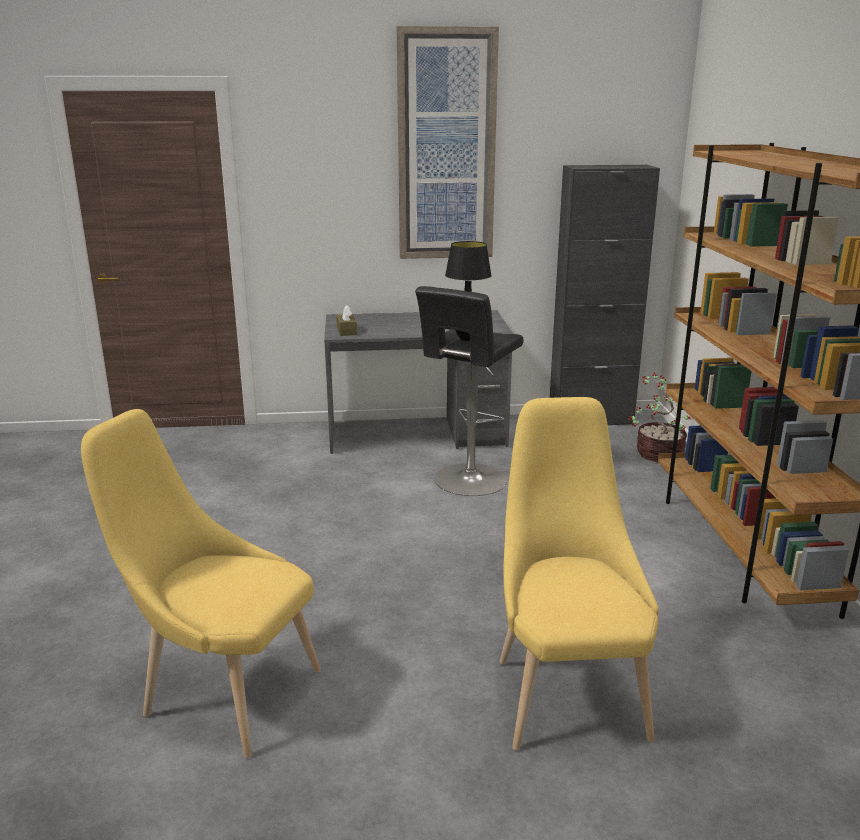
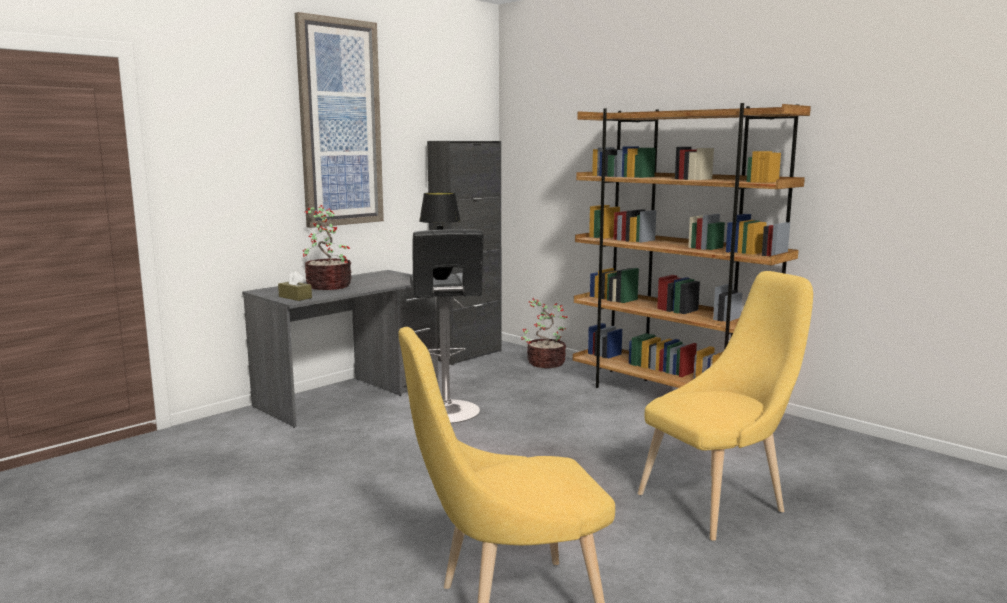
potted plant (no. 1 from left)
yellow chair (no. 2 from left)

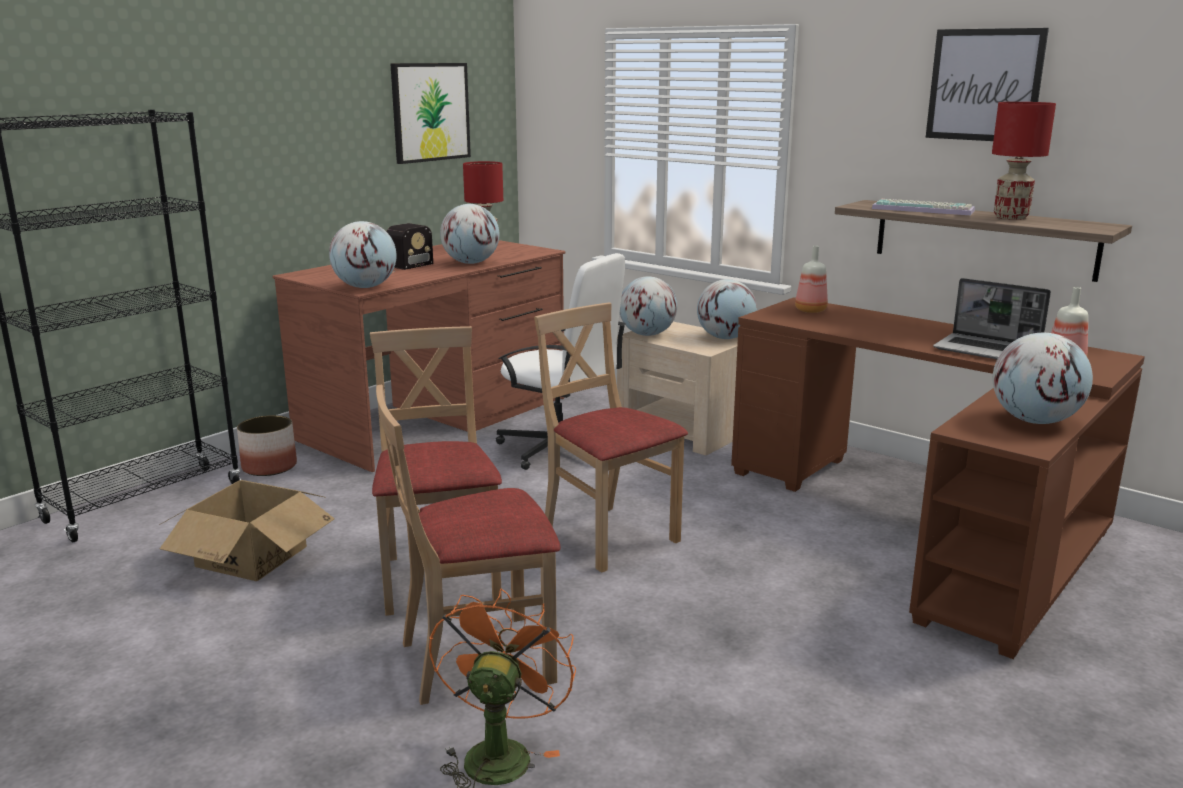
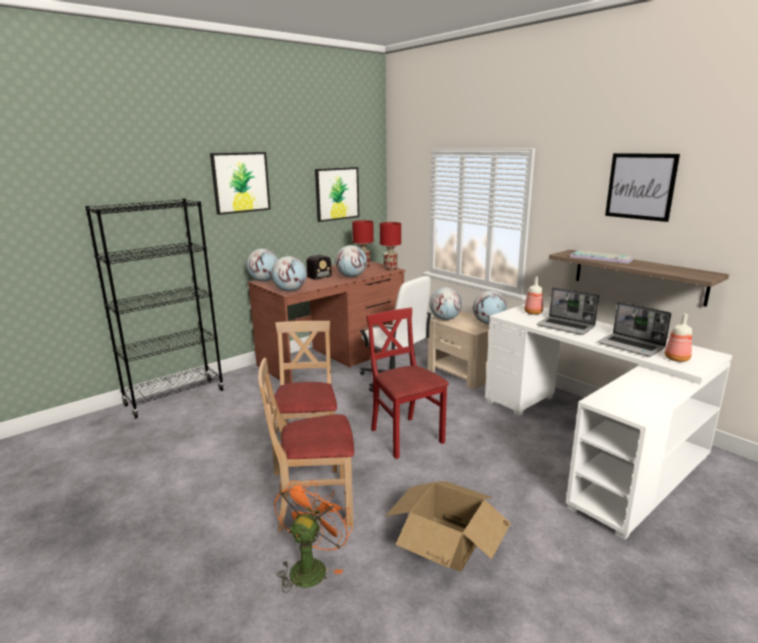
picture (no. 1 from left)
globe (no. 1 from left)
red chair
red table lamp (no. 2 from left)
cardboard box
white desk
laptop (no. 1 from left)
planter

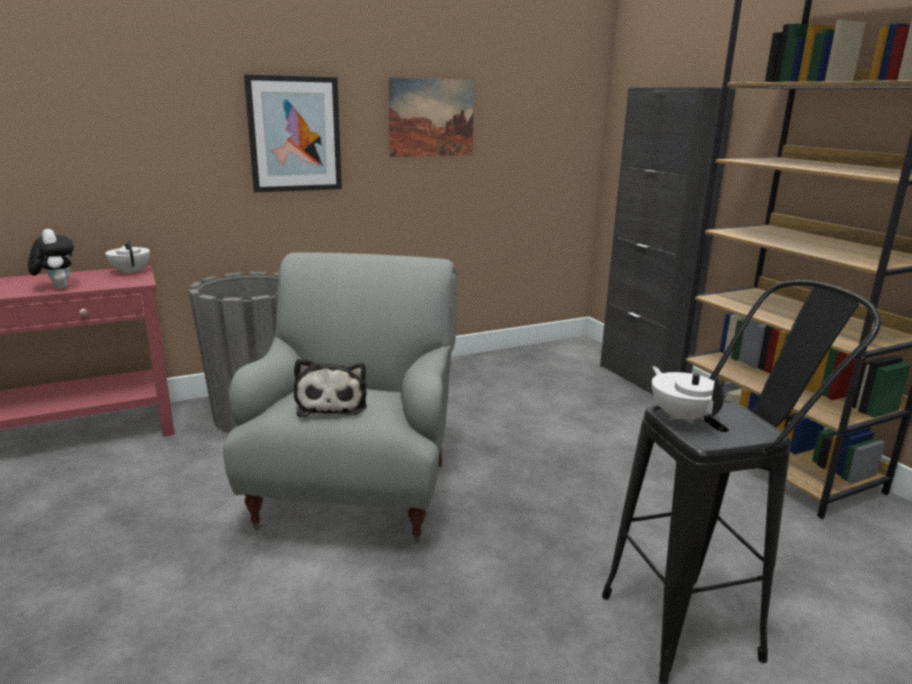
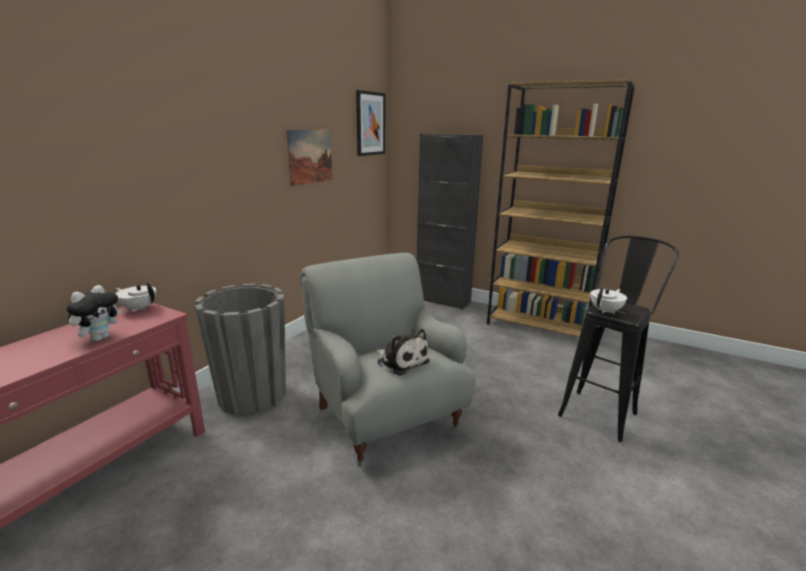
plush toy (no. 1 from left)
picture (no. 2 from left)
white teapot (no. 2 from left)

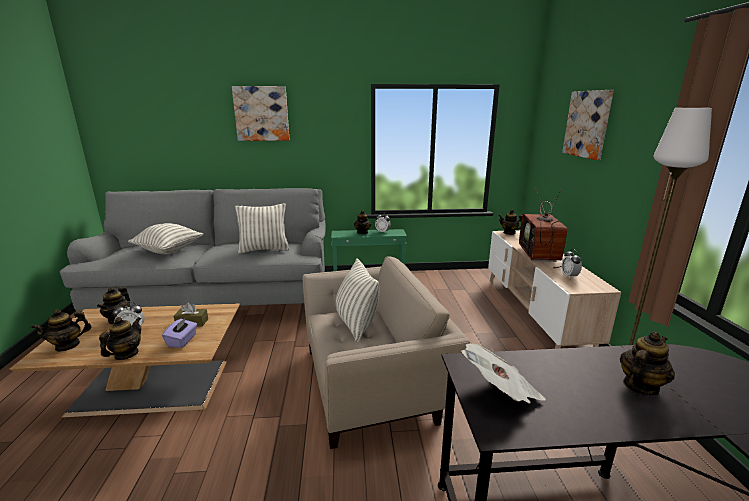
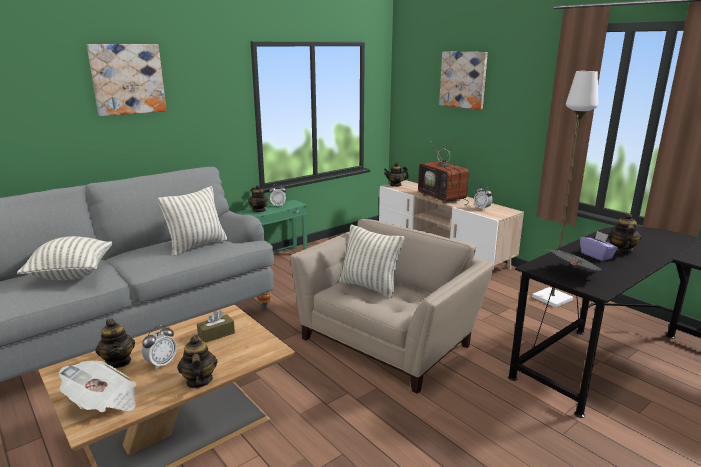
newspaper (no. 1 from left)
purple tissue box

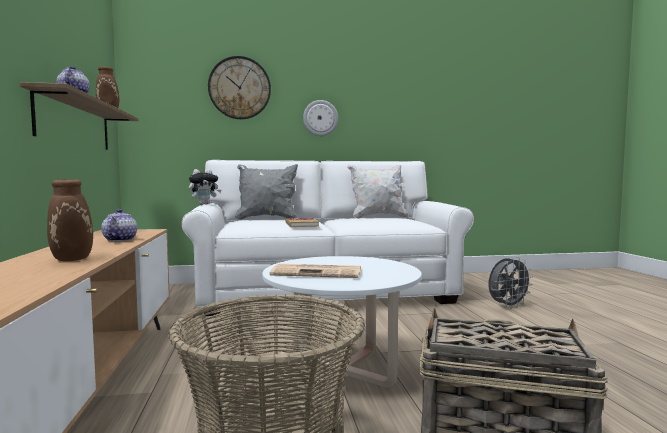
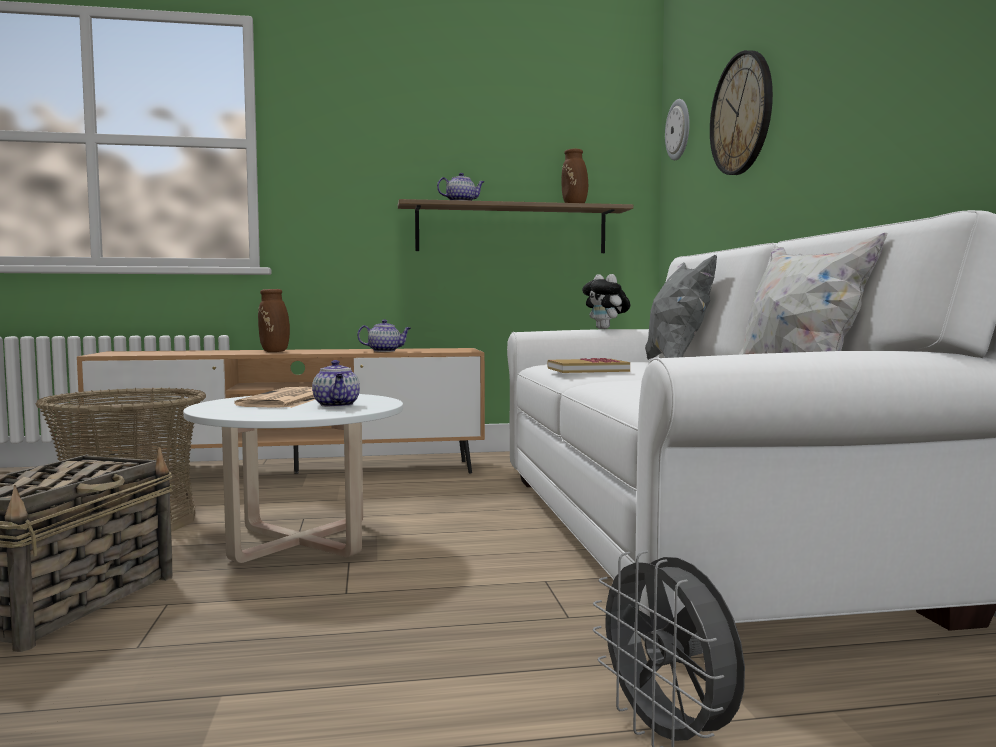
teapot (no. 1 from left)
wall clock (no. 1 from left)

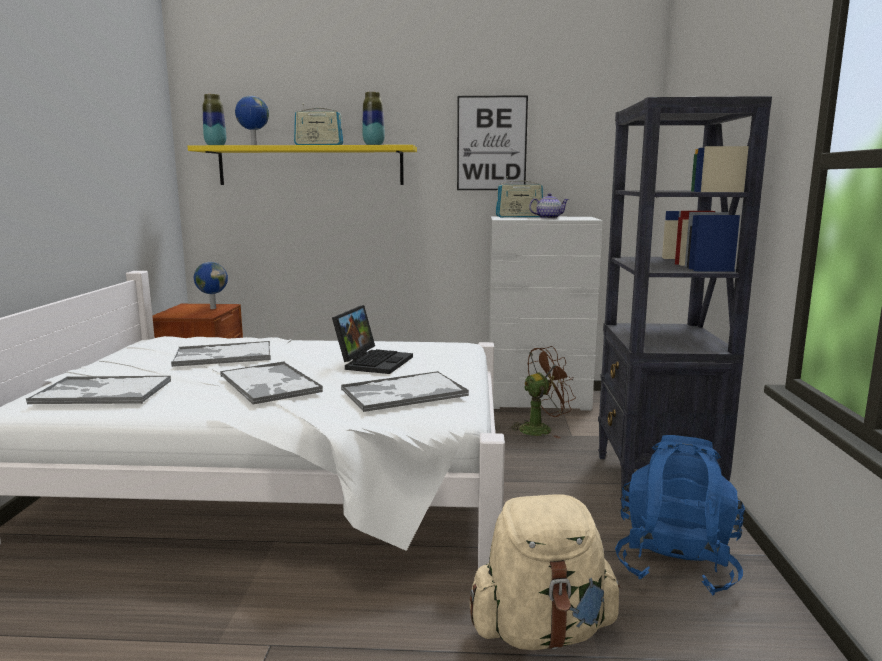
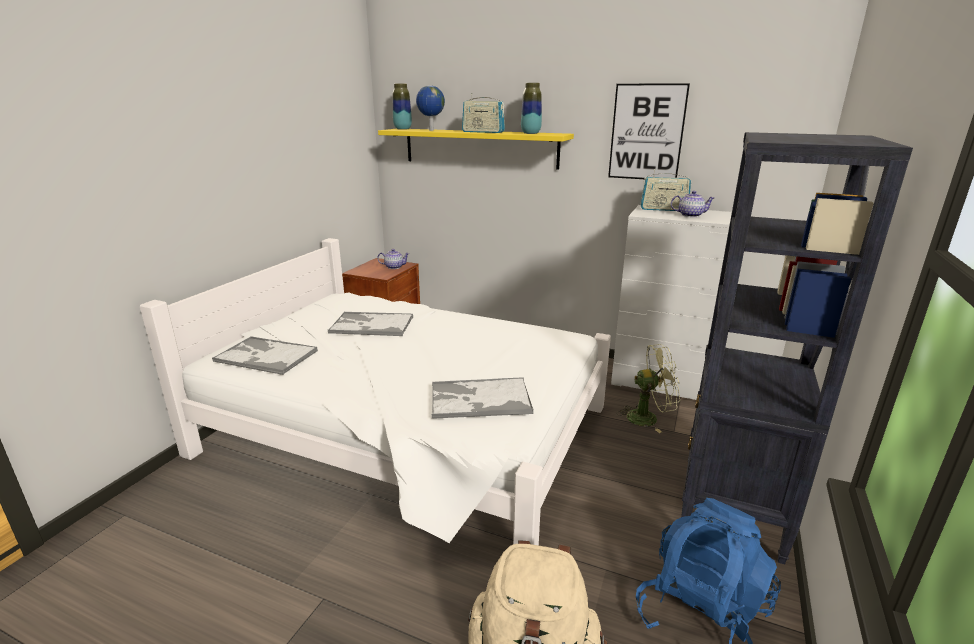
teapot (no. 1 from left)
green fan
tray (no. 3 from left in the first image)
laptop

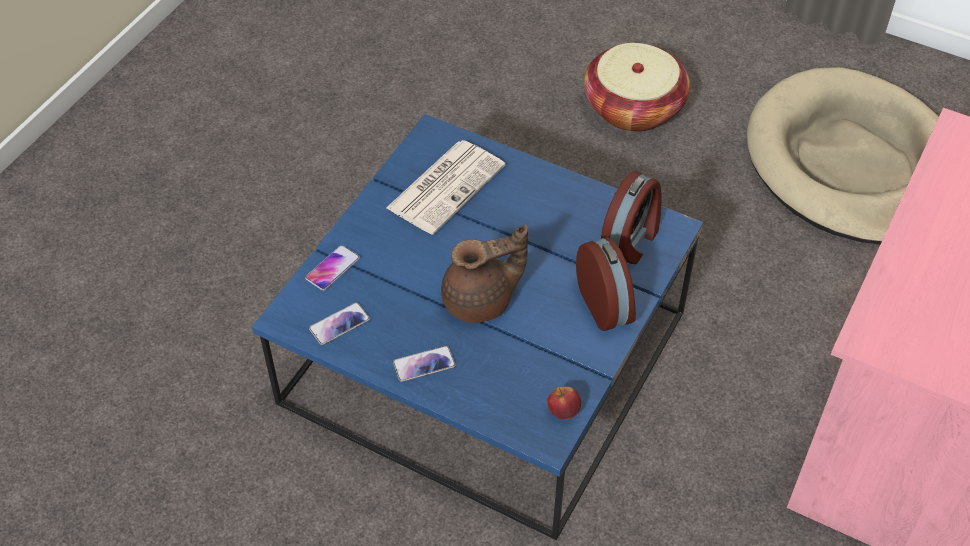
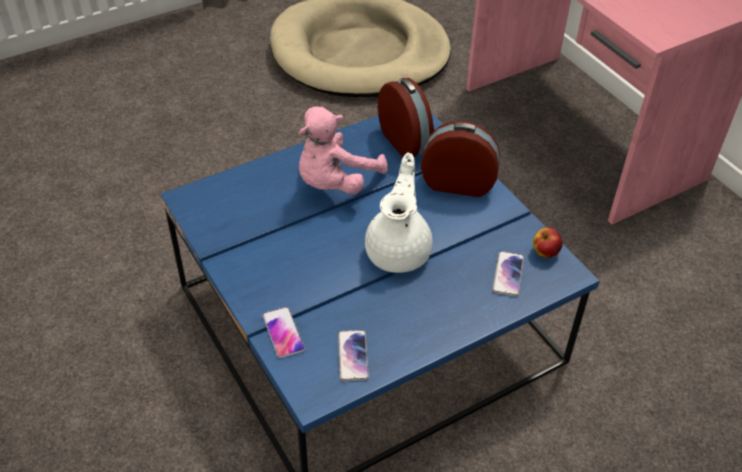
pink plush toy
white teapot
phone (no. 3 from left)
newspaper
basket

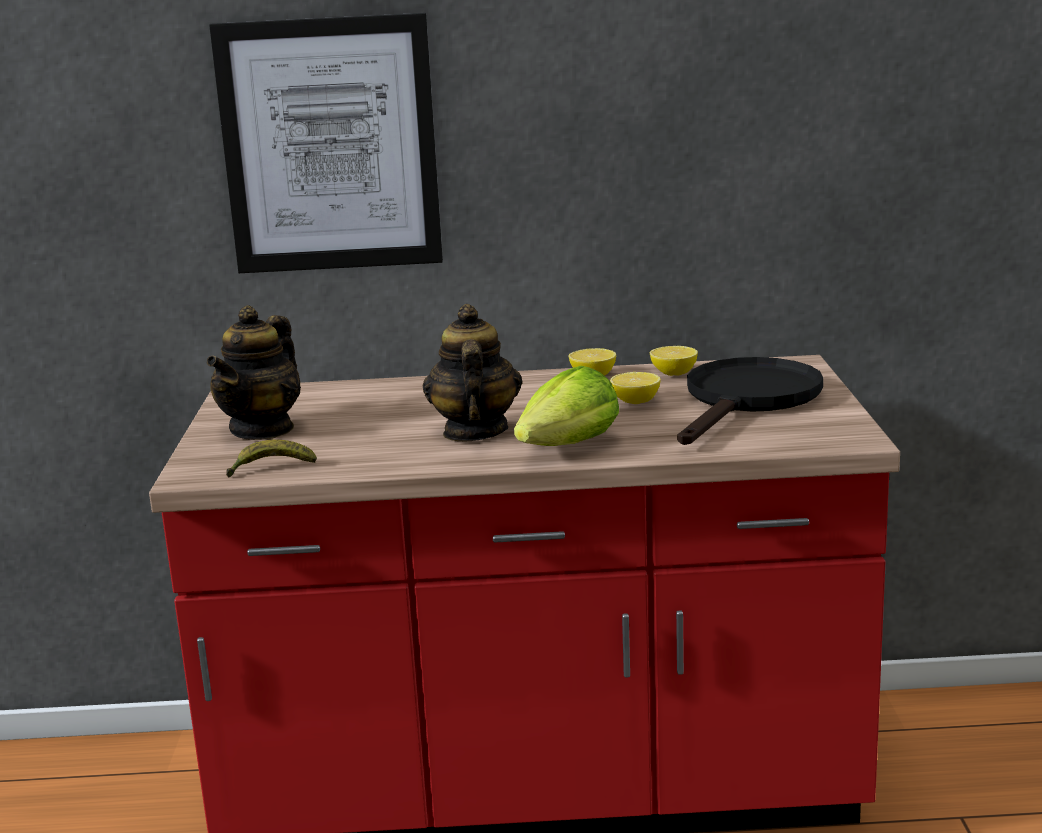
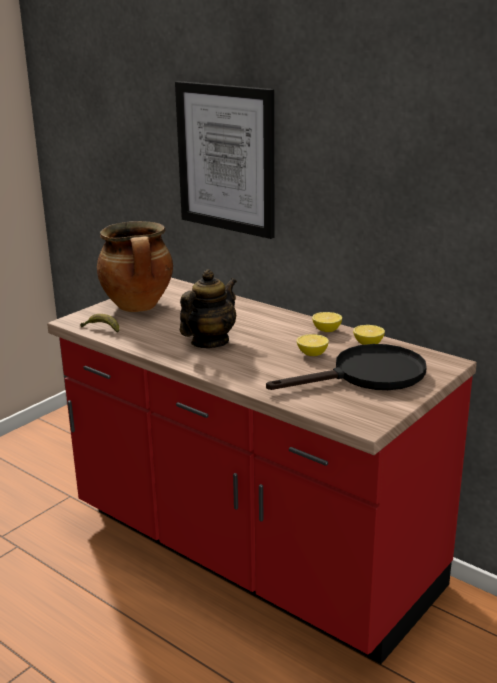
cooking pot
lettuce

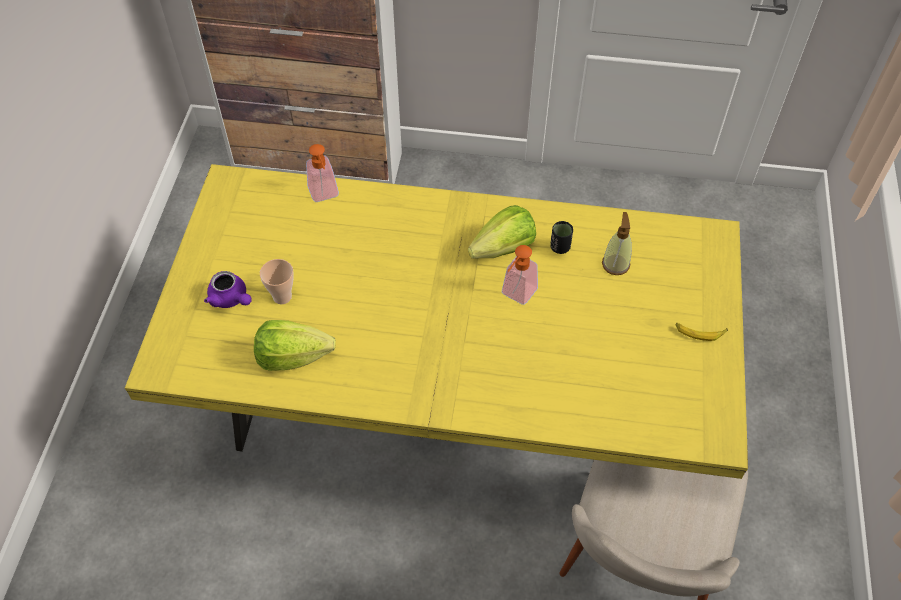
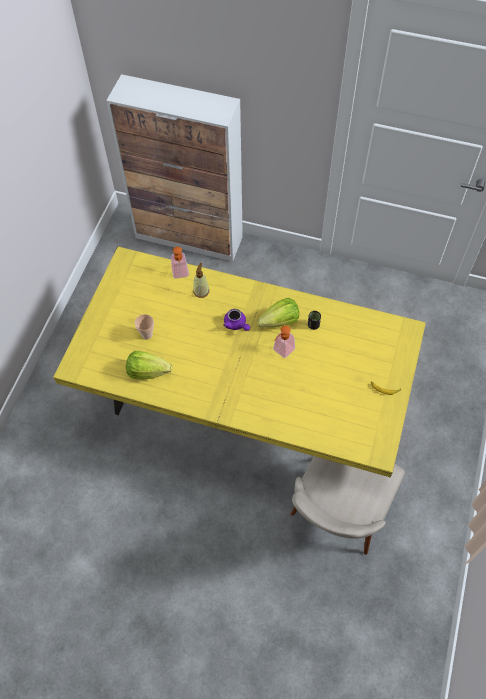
soap dispenser (no. 2 from left)
purple teapot

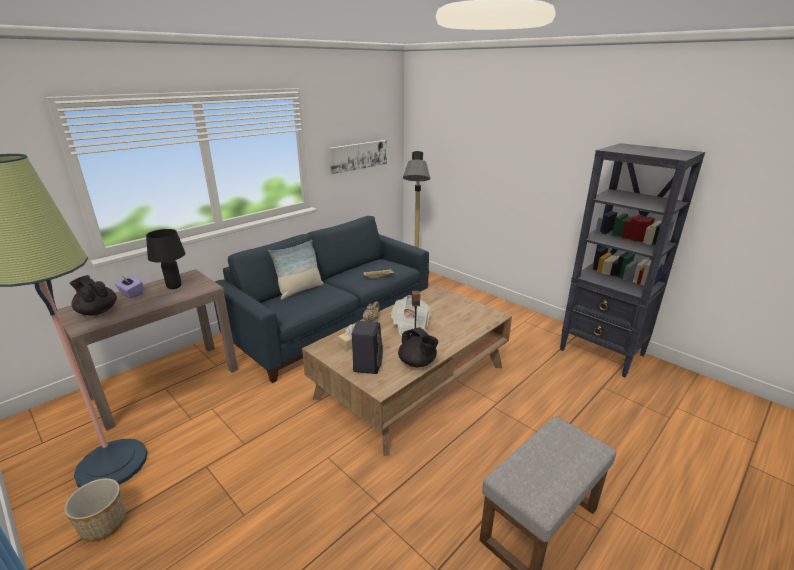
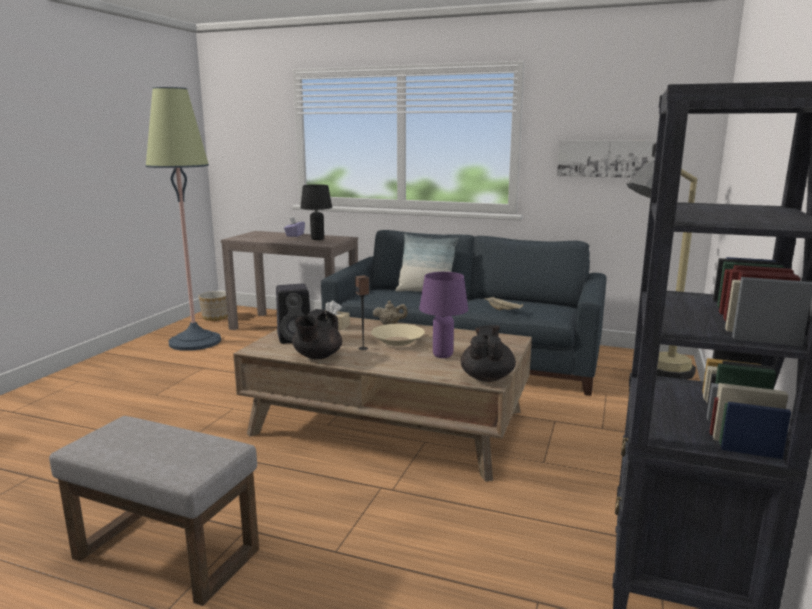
planter
beige bowl
purple table lamp
black teapot (no. 2 from left)

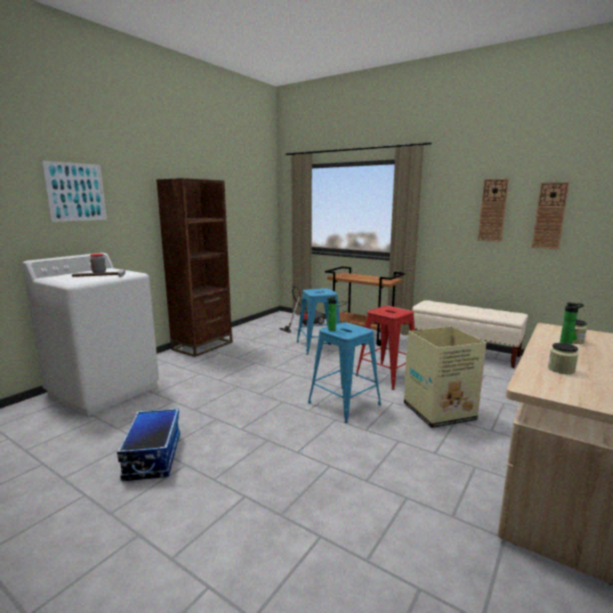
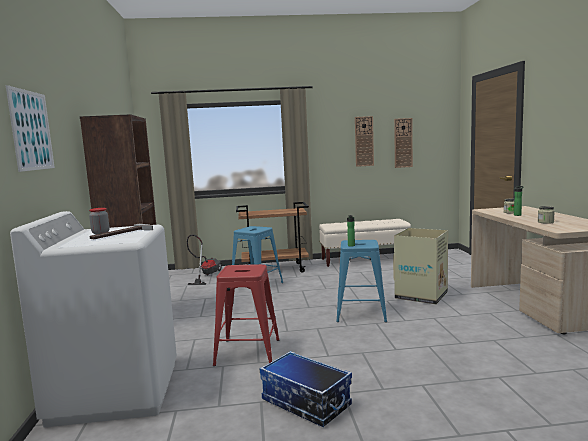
red stool

